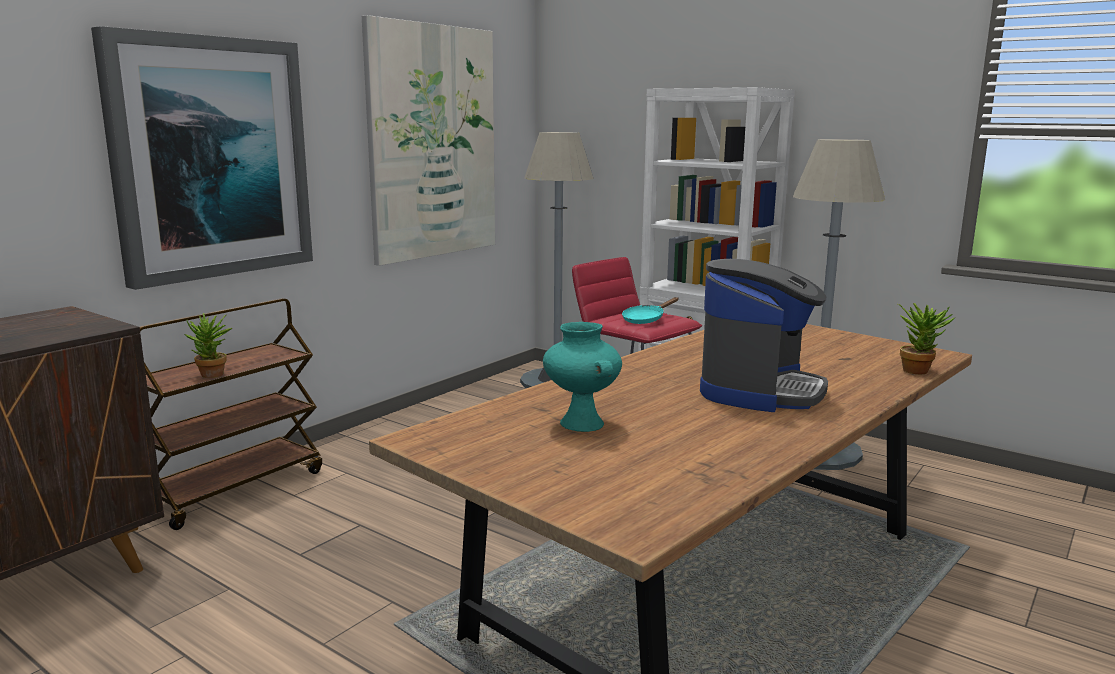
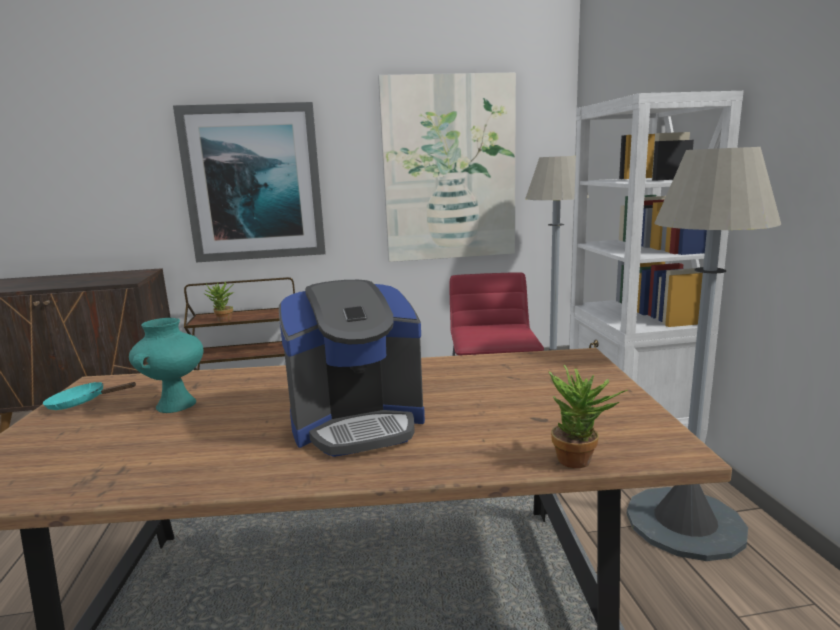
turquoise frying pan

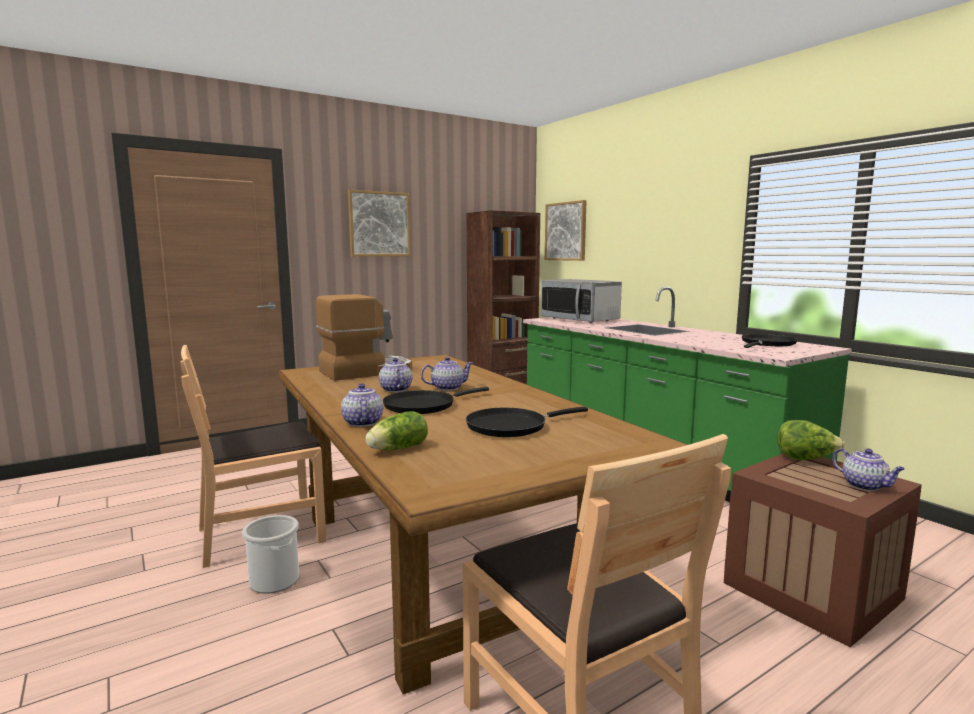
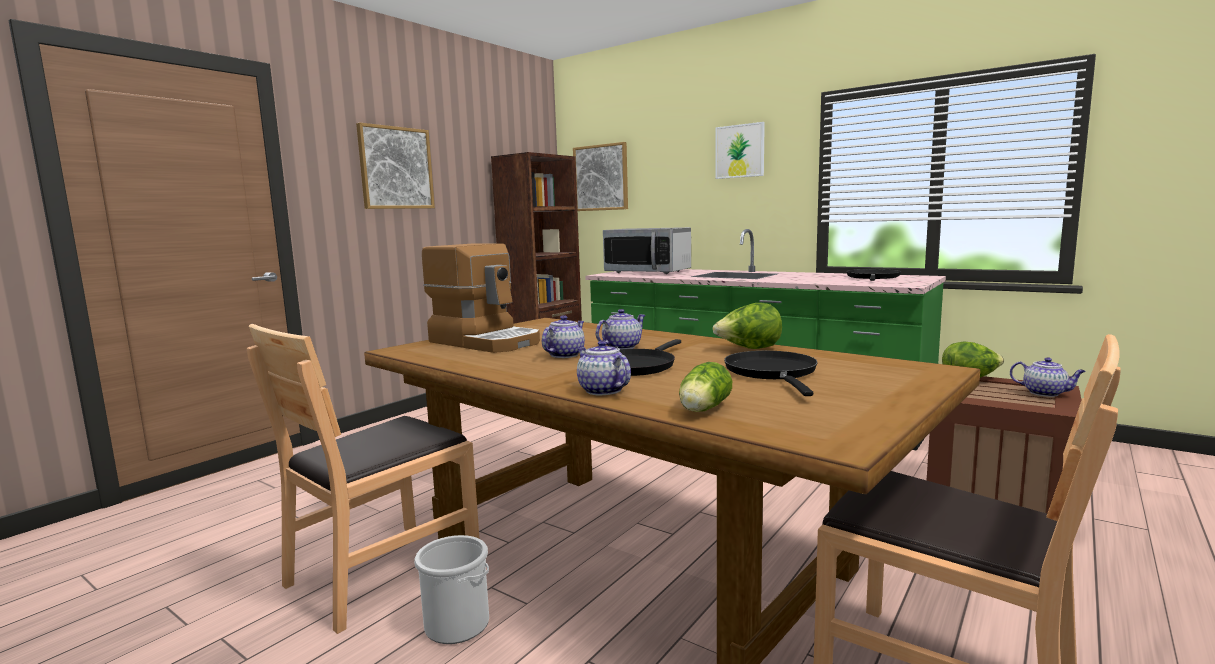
coffee machine
teapot (no. 1 from left)
lettuce (no. 2 from left)
picture (no. 3 from left)
black frying pan (no. 2 from left)

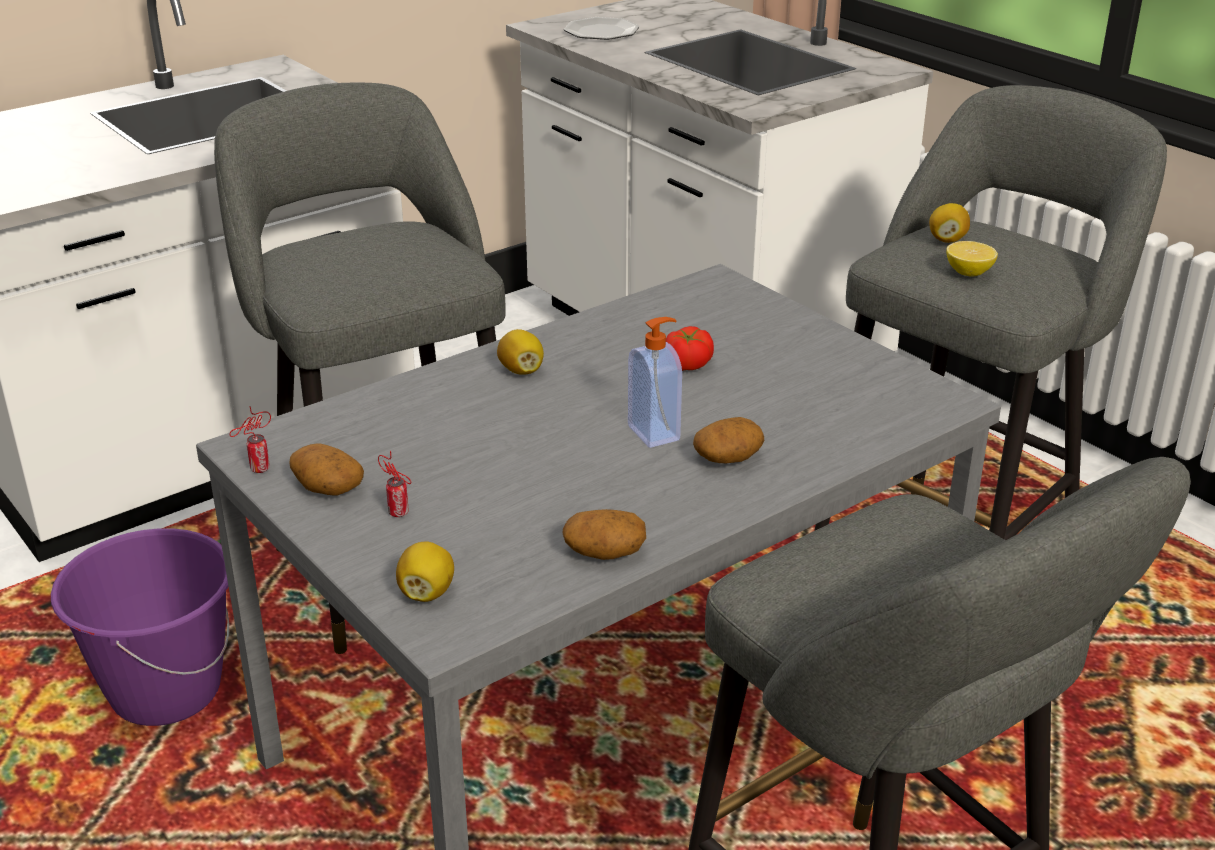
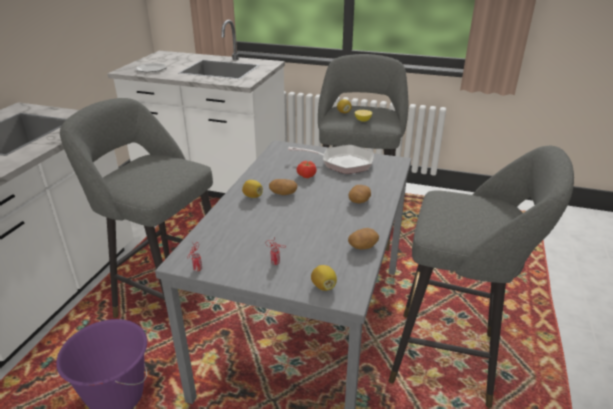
potato (no. 1 from left)
frying pan
soap dispenser

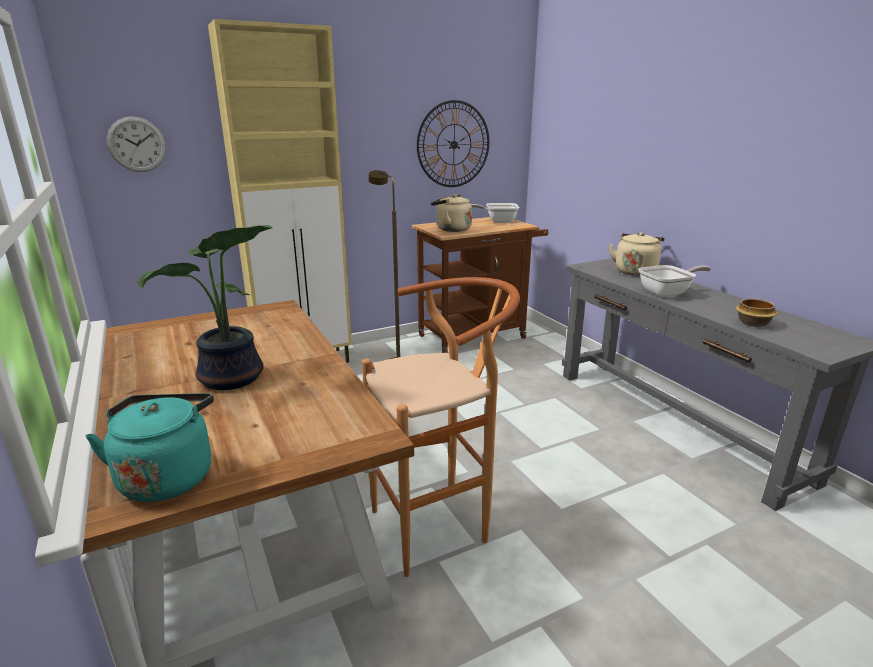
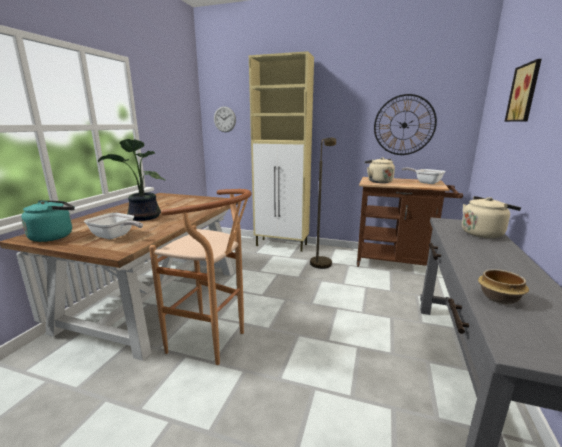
frying pan (no. 1 from left)
picture

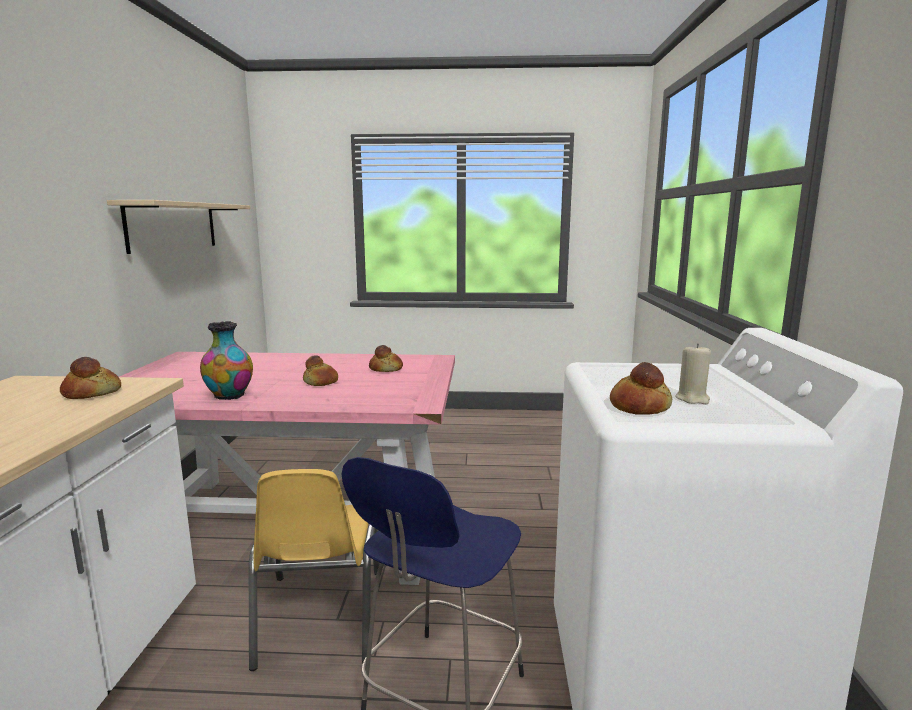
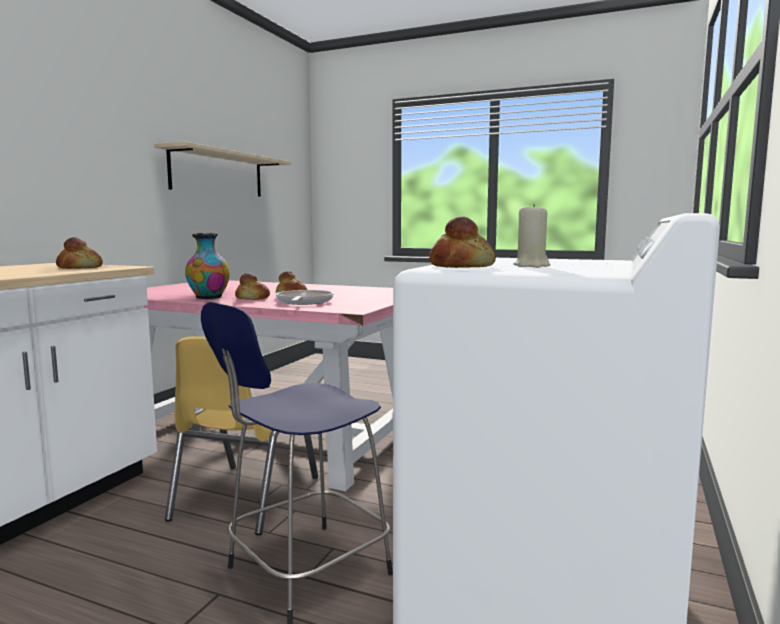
bread (no. 2 from left)
frying pan

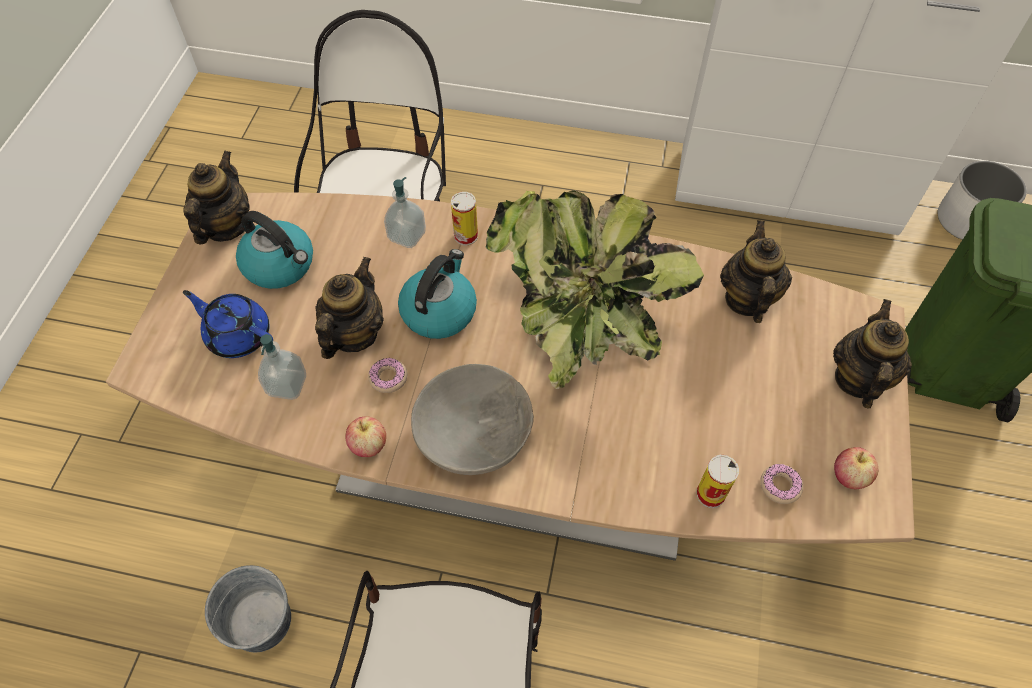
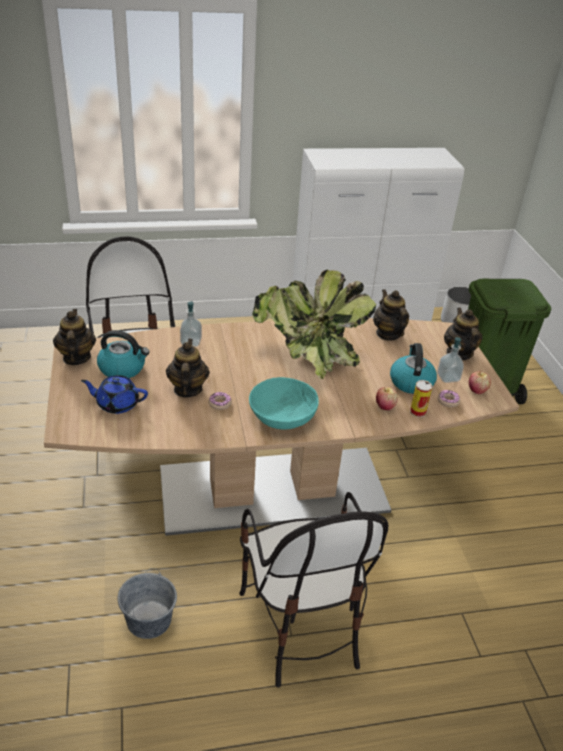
turquoise bowl
apple (no. 1 from left)
kettle (no. 2 from left)
soap dispenser (no. 2 from left)
can (no. 1 from left in the first image)

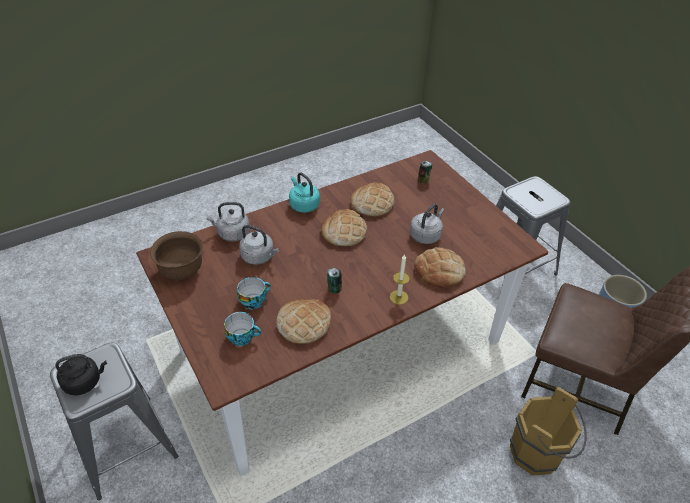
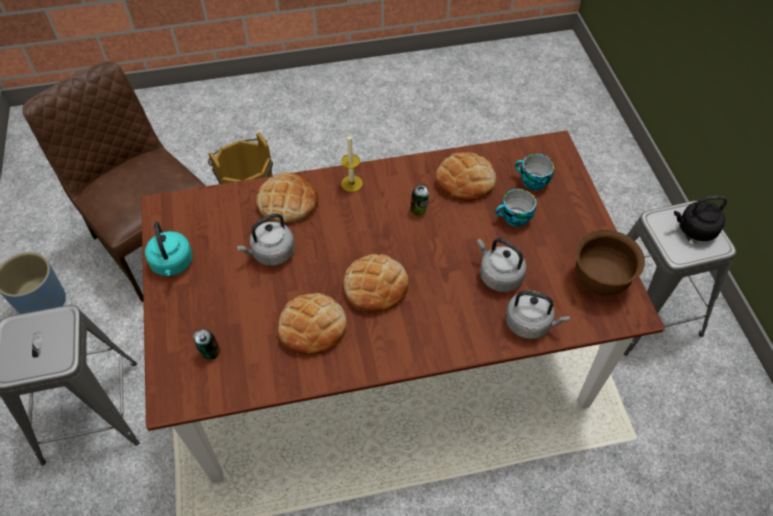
turquoise kettle

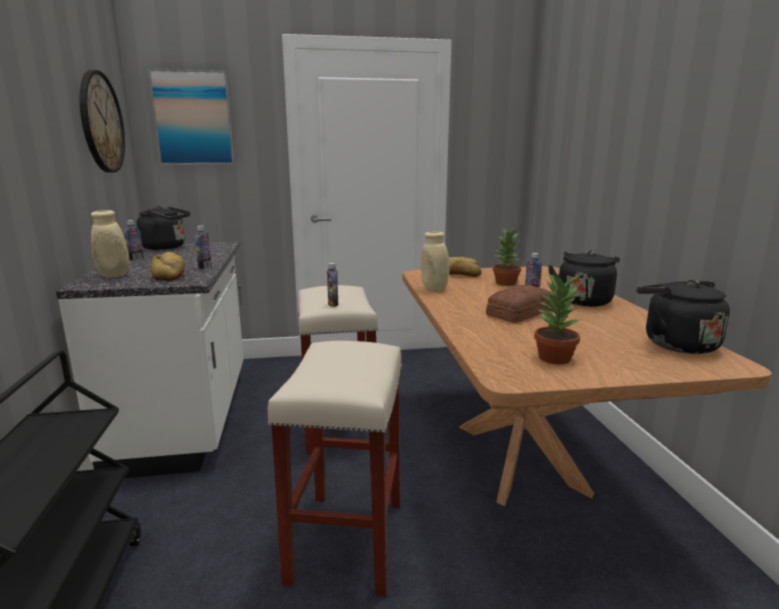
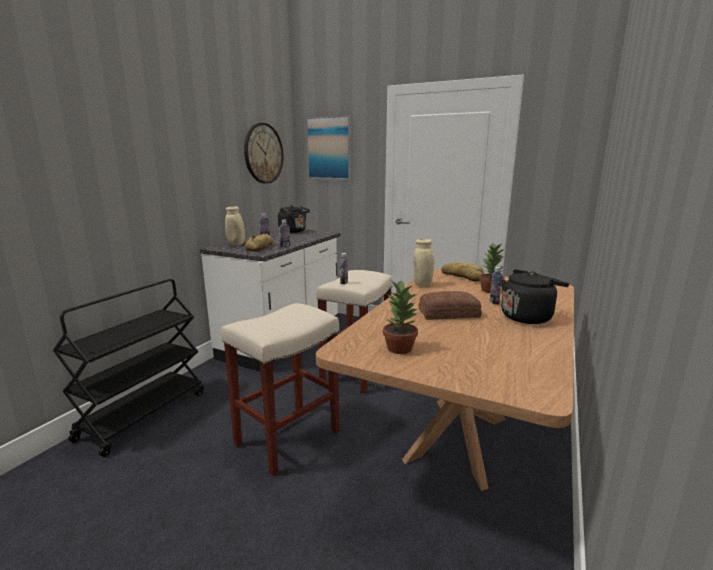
black kettle (no. 3 from left in the first image)

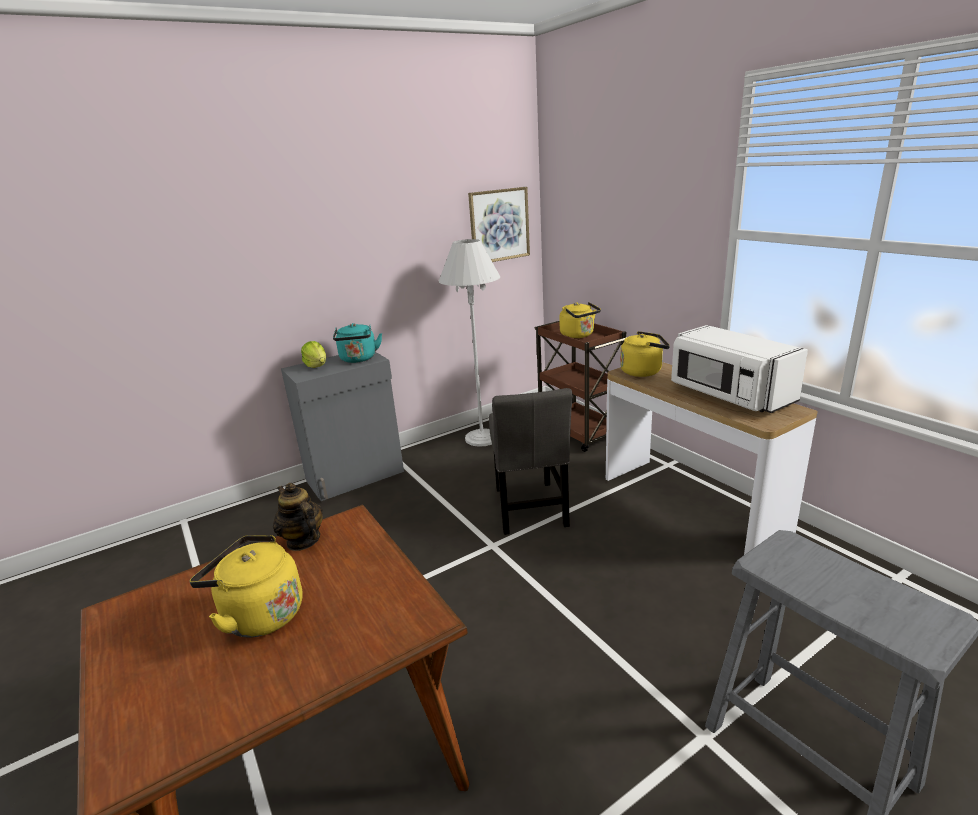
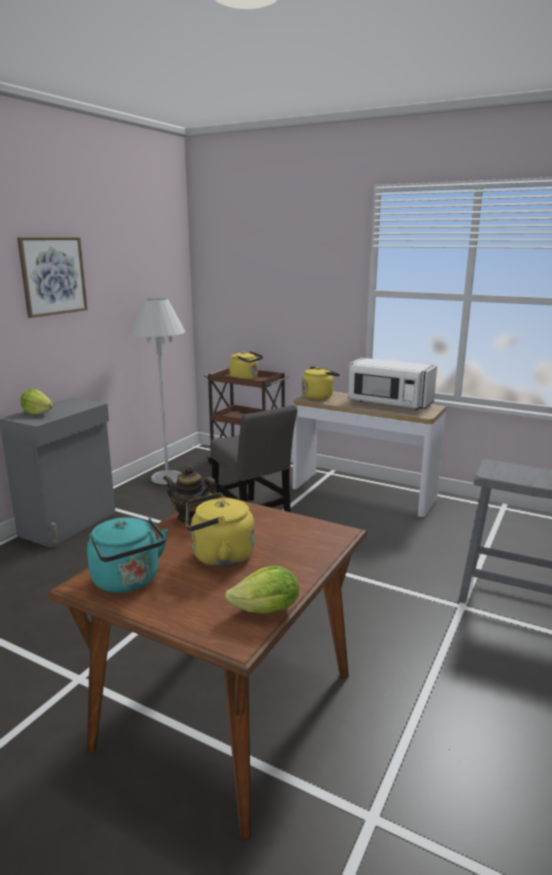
picture
turquoise kettle
lettuce (no. 2 from left)

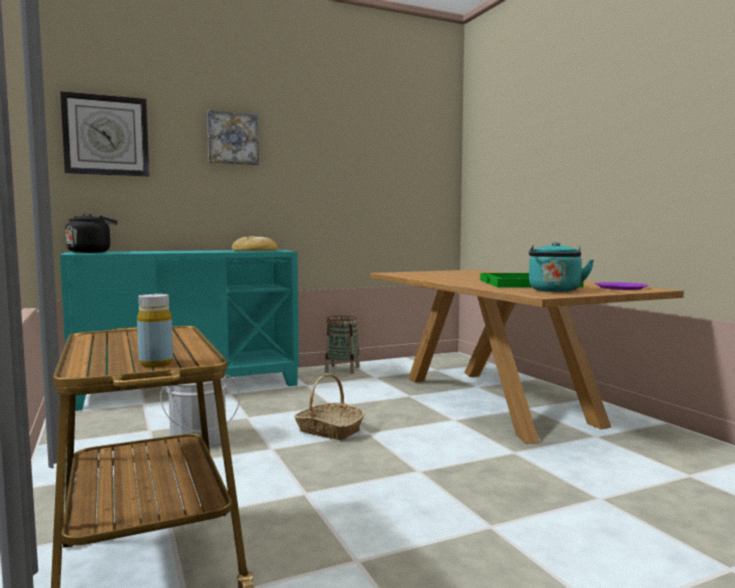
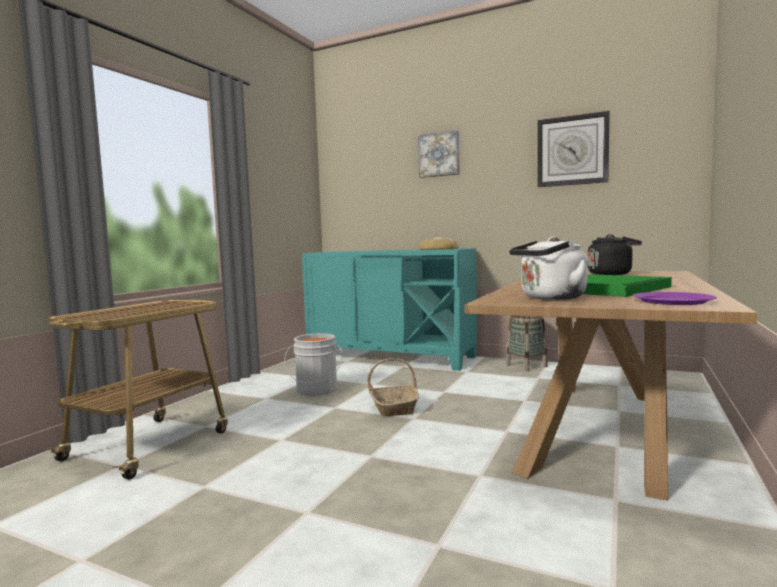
white kettle
wall clock
black kettle
yellow bottle

